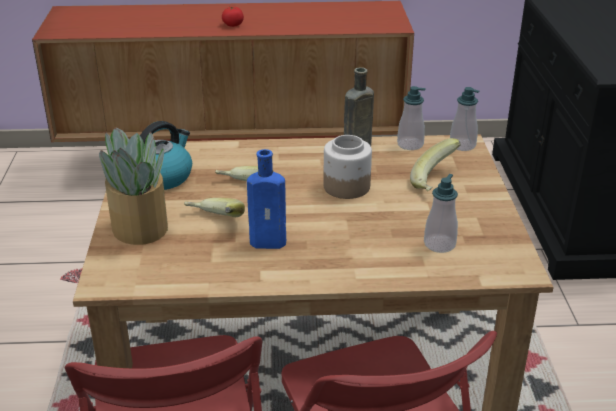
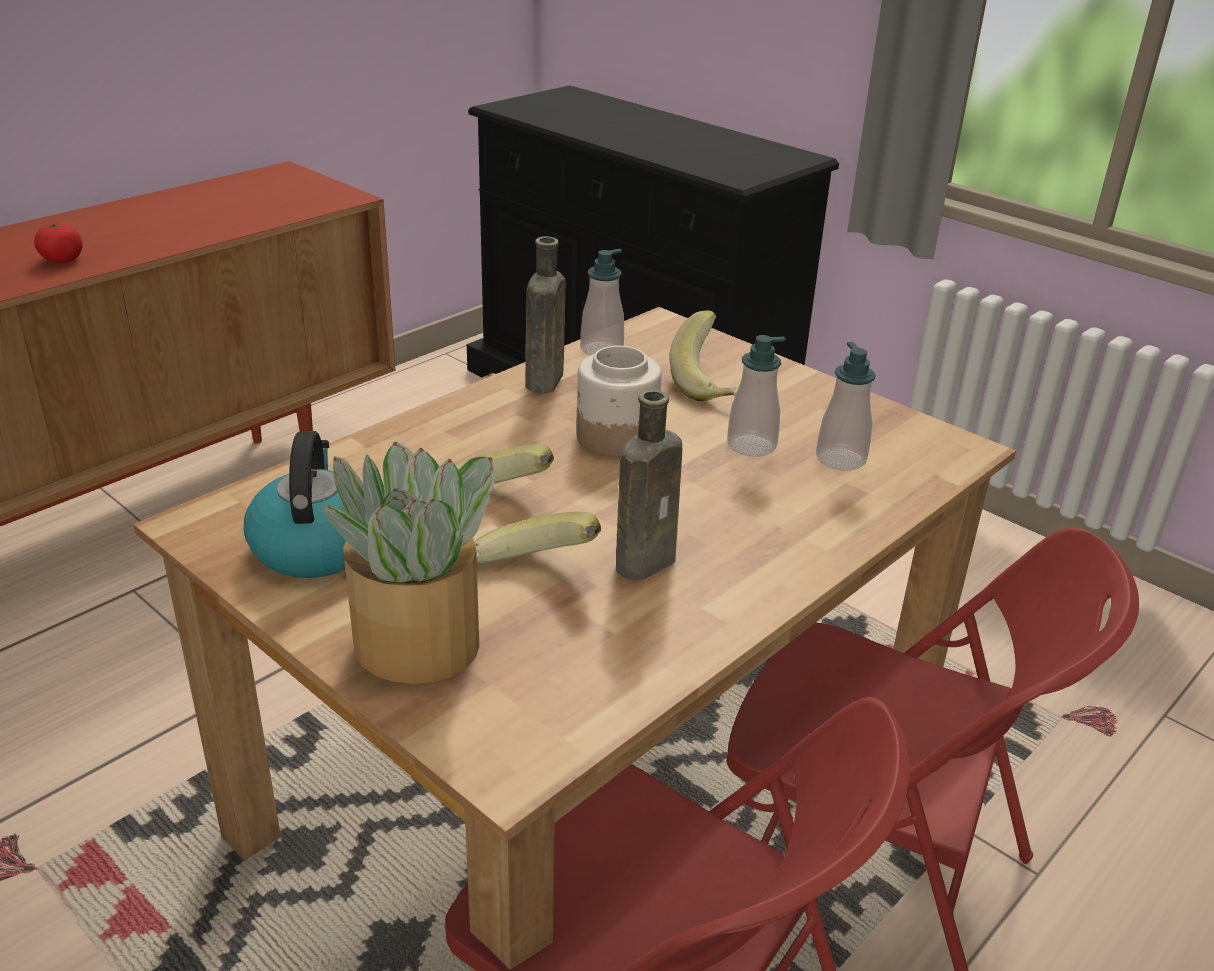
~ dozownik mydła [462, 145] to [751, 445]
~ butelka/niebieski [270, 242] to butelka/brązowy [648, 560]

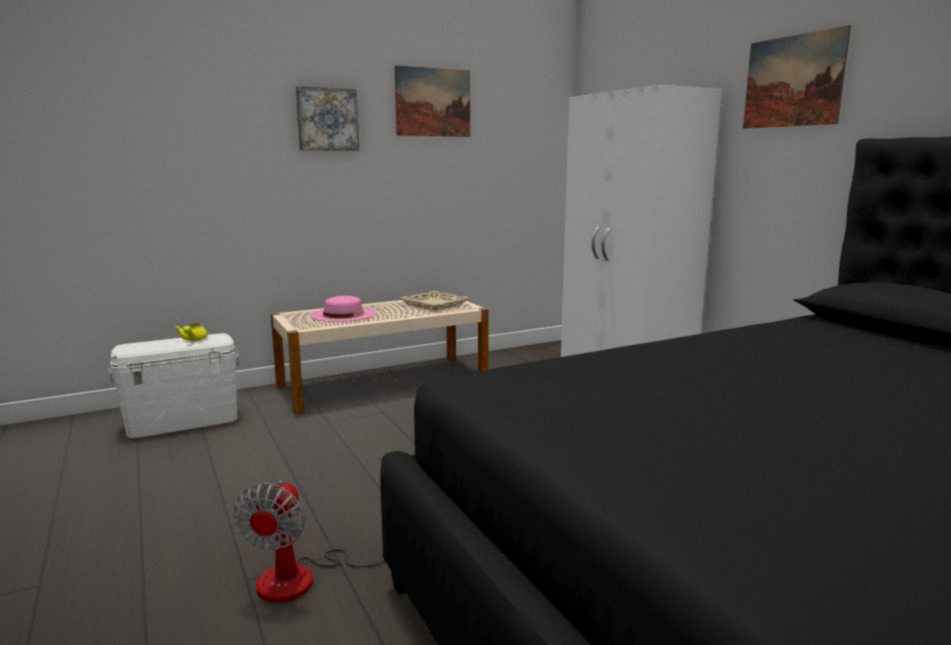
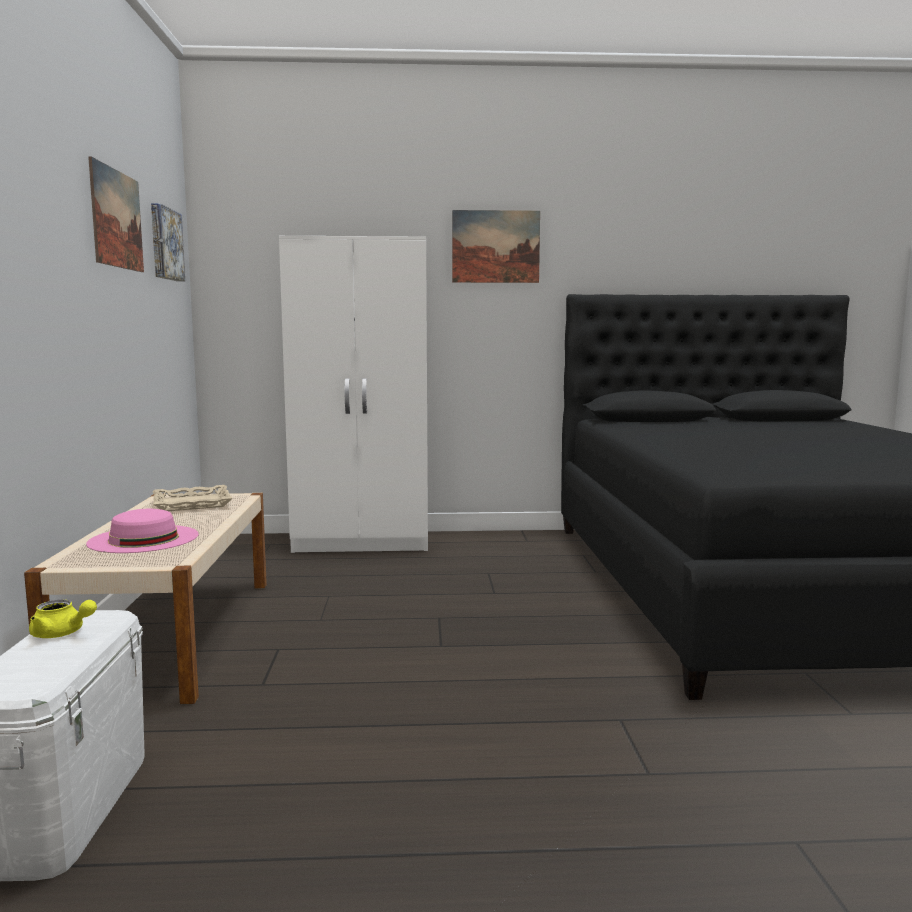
~ obraz [327, 119] to [164, 244]
- wentylator [306, 577]

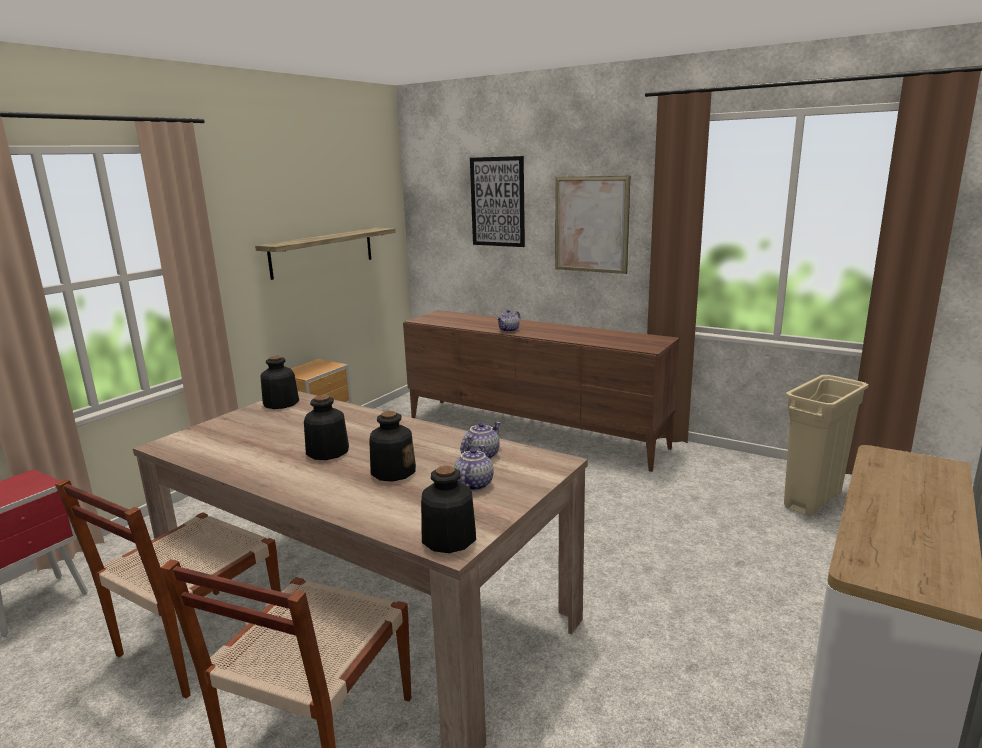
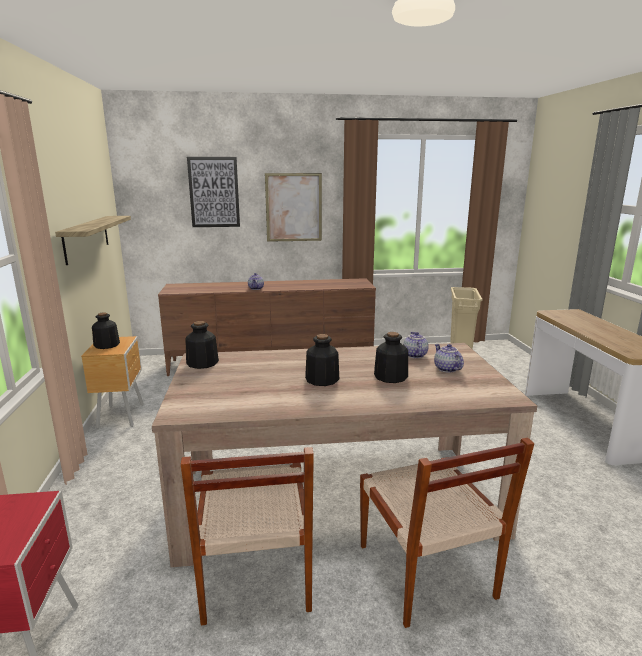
~ butelka [449, 539] to [107, 345]

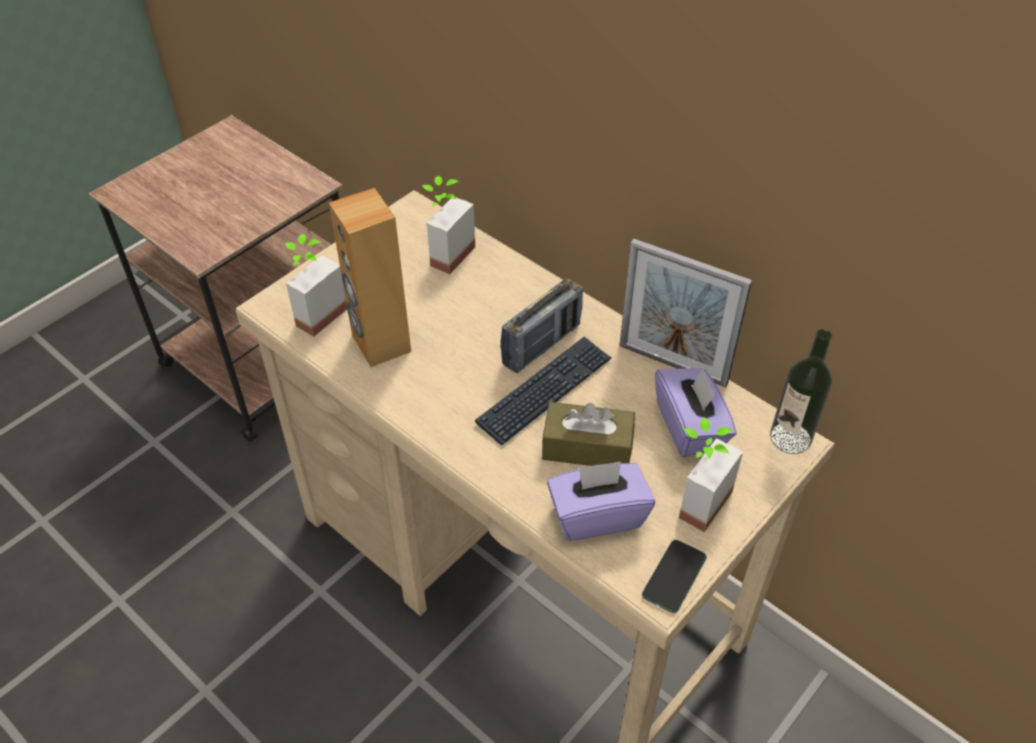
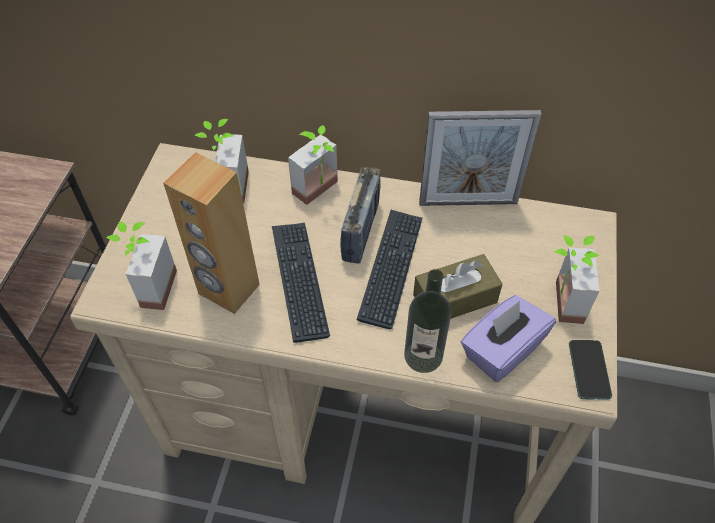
~ butelka [790, 438] to [423, 356]
- pudełko chusteczek/fioletowy [690, 427]
+ roślina doniczkowa [321, 192]
+ klawiatura [299, 281]

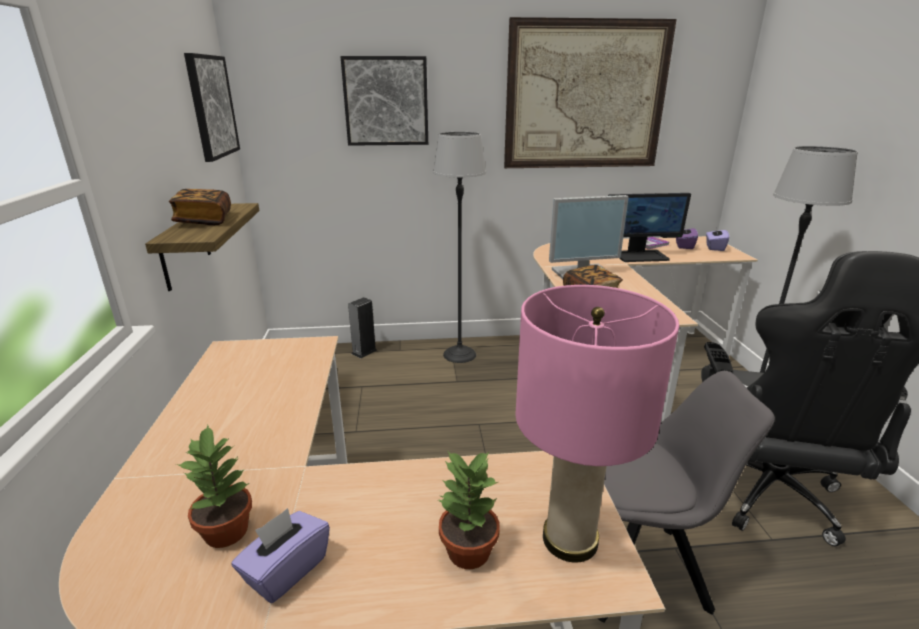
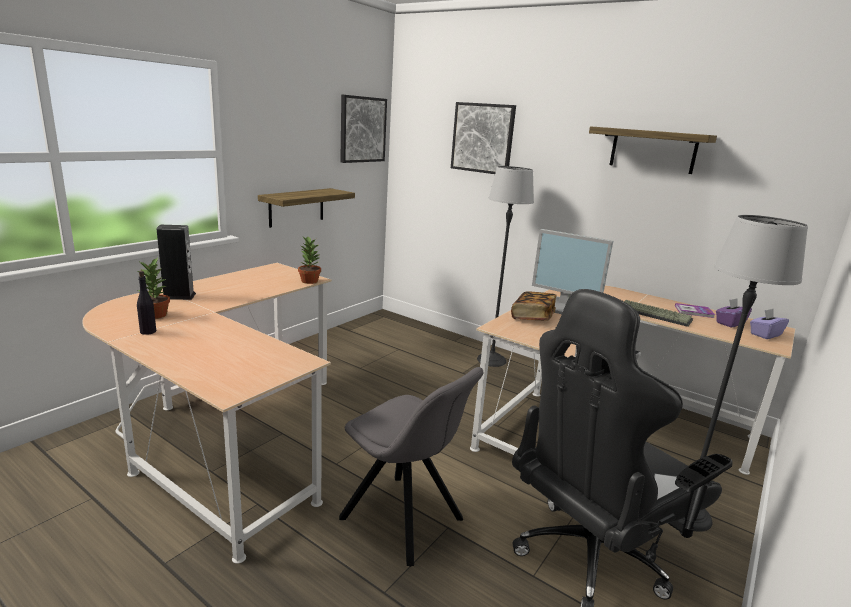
~ obraz [586, 96] to półka [653, 150]
- książka [204, 220]
~ monitor [640, 256] to klawiatura [655, 314]
- lampa stołowa/różowy [569, 540]
~ głośnik [364, 352] to [179, 296]
~ roślina doniczkowa [467, 551] to [309, 281]
~ pudełko chusteczek/fioletowy [286, 570] to butelka/czarny [148, 331]

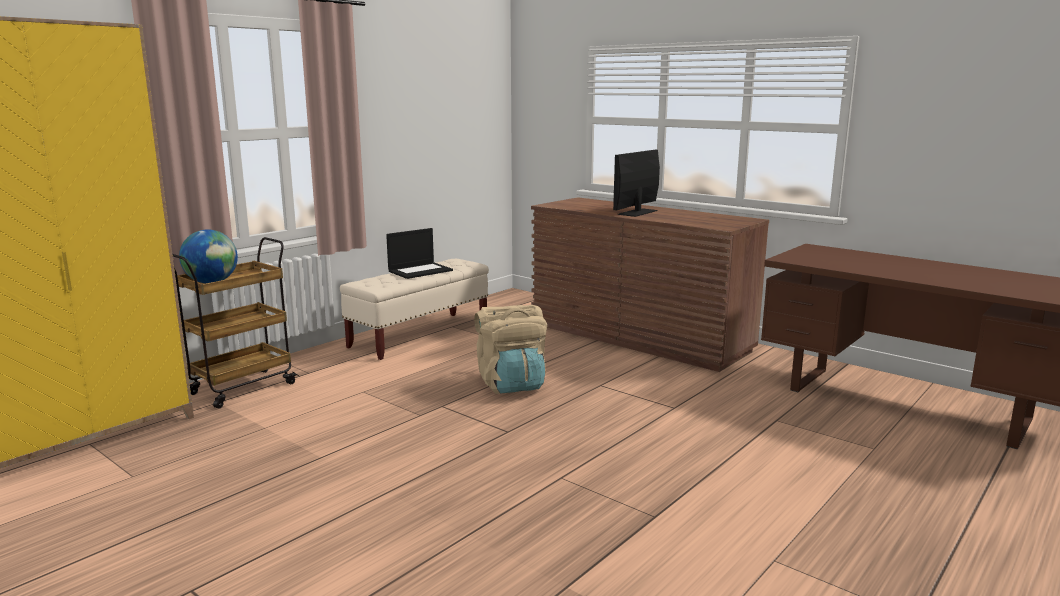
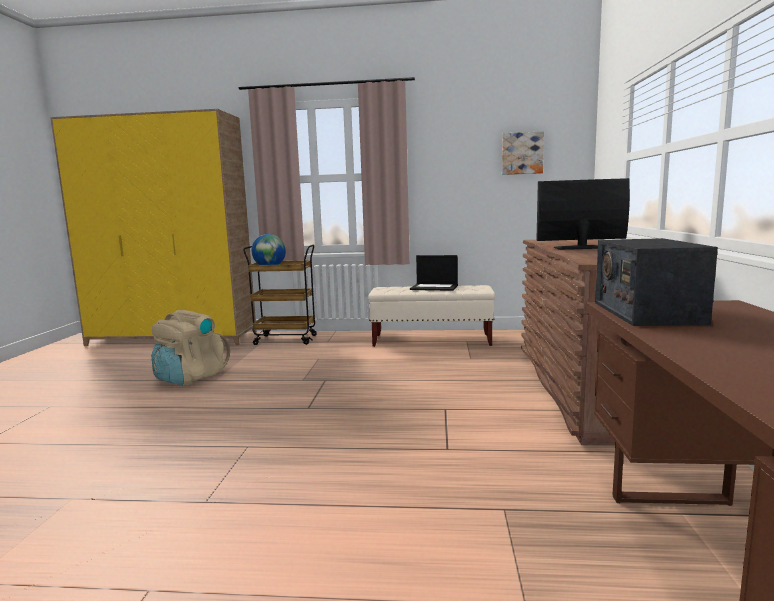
~ plecak/beżowy [511, 384] to [190, 377]
+ obraz [522, 153]
+ radio [646, 312]

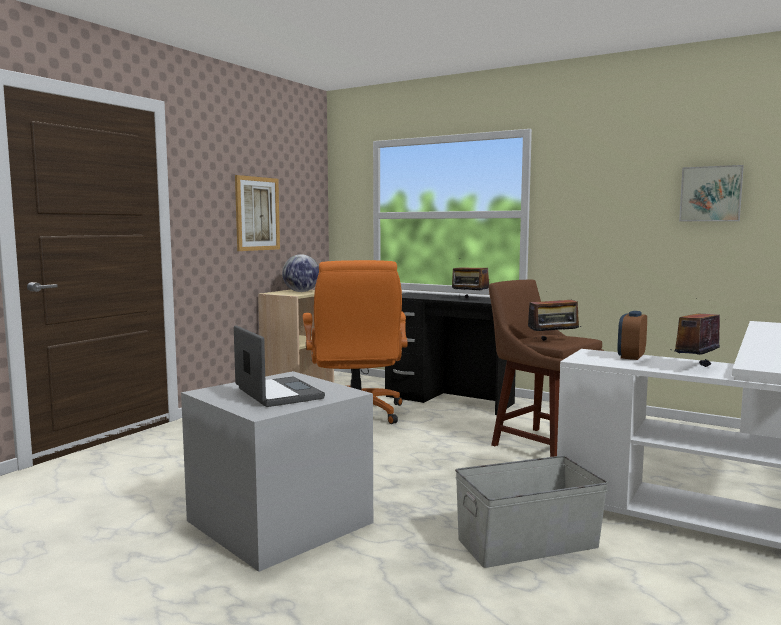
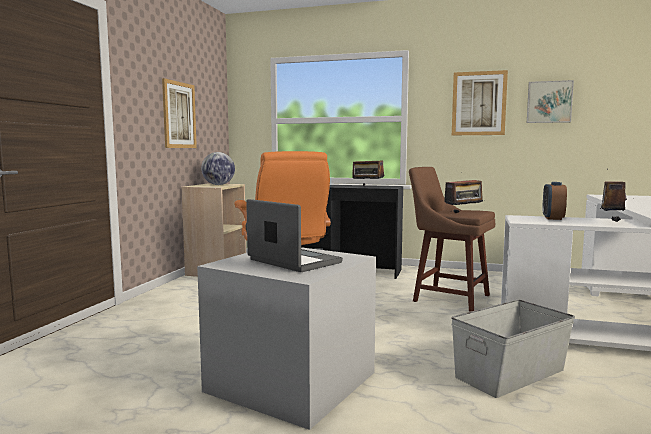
+ obraz [479, 103]

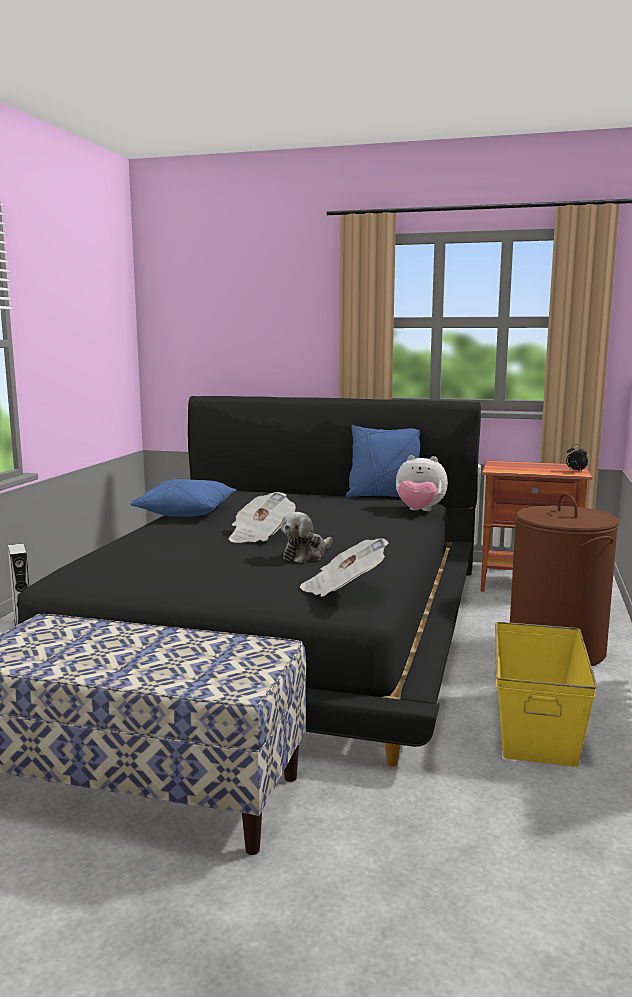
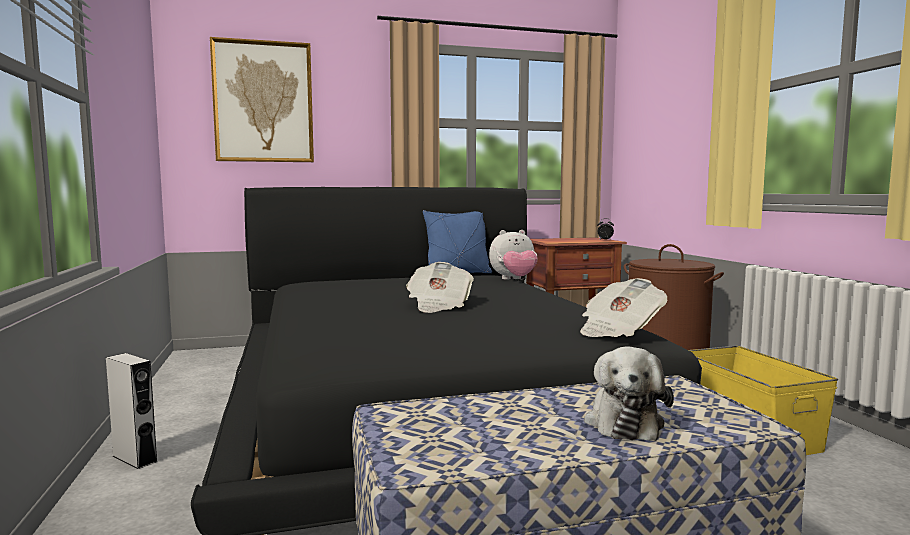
- poduszka/niebieski [186, 512]
~ pluszak [306, 555] to [623, 422]
+ obraz [263, 102]

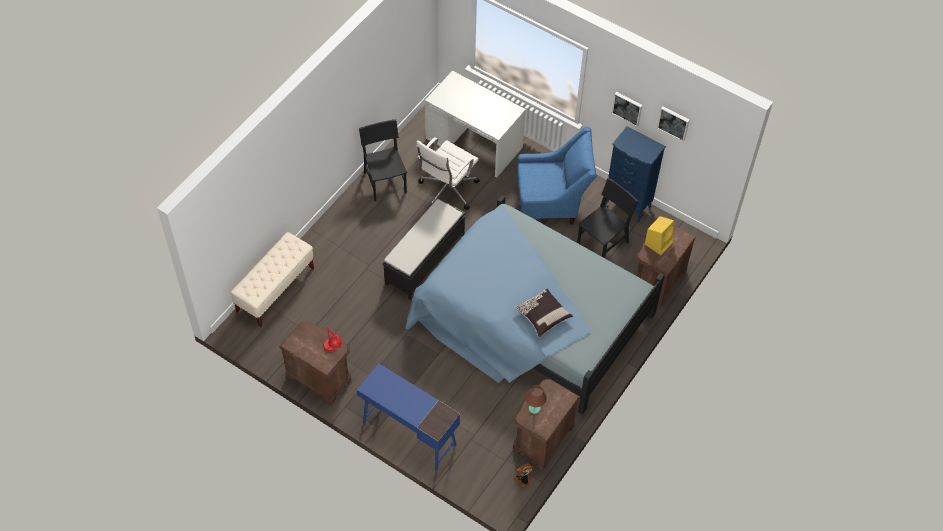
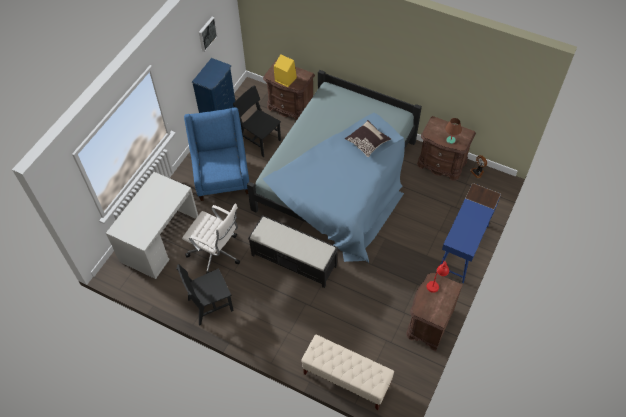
- obraz [627, 108]

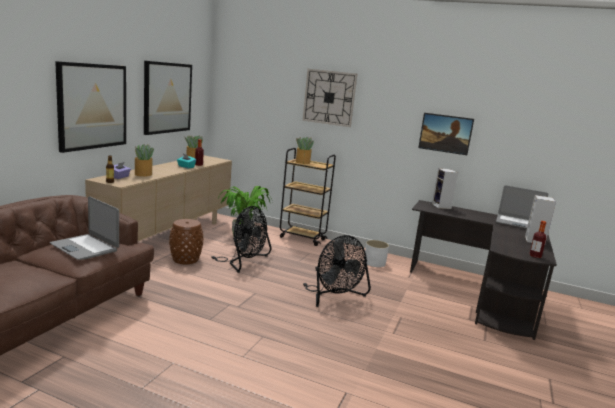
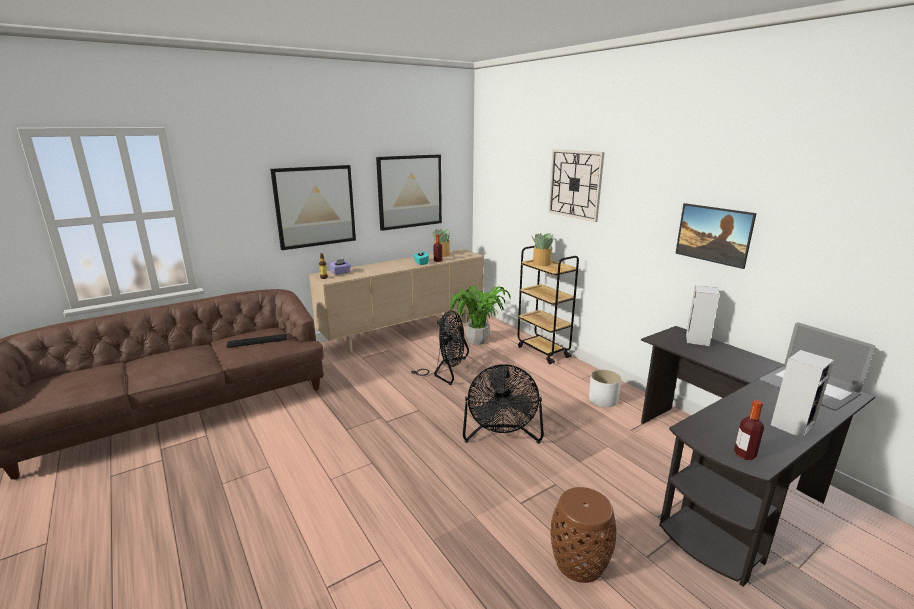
- roślina doniczkowa [143, 174]
~ laptop [85, 247] to klawiatura [257, 340]
~ wentylator/czarny [243, 261] = [446, 370] 45 degrees counterclockwise
~ stołek/brązowy [185, 259] to [578, 562]

